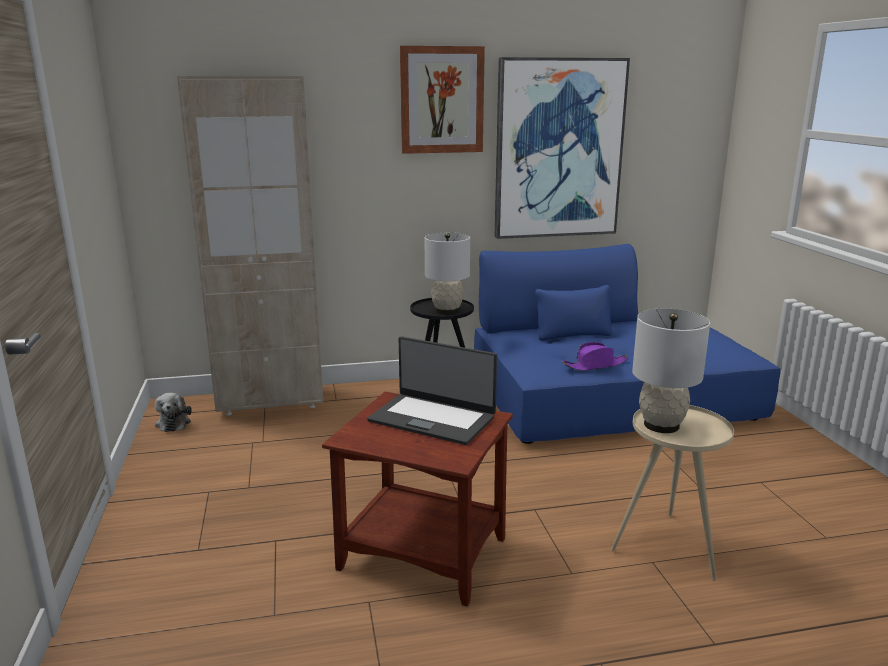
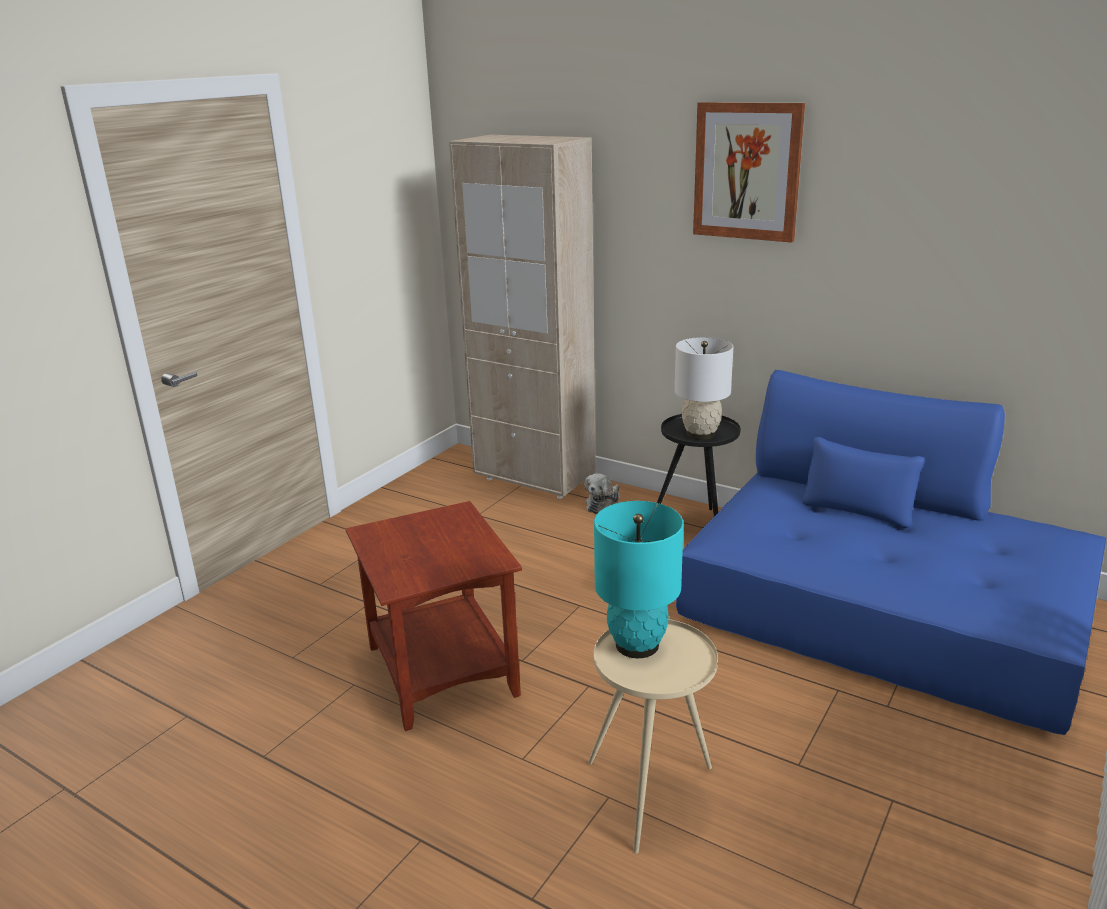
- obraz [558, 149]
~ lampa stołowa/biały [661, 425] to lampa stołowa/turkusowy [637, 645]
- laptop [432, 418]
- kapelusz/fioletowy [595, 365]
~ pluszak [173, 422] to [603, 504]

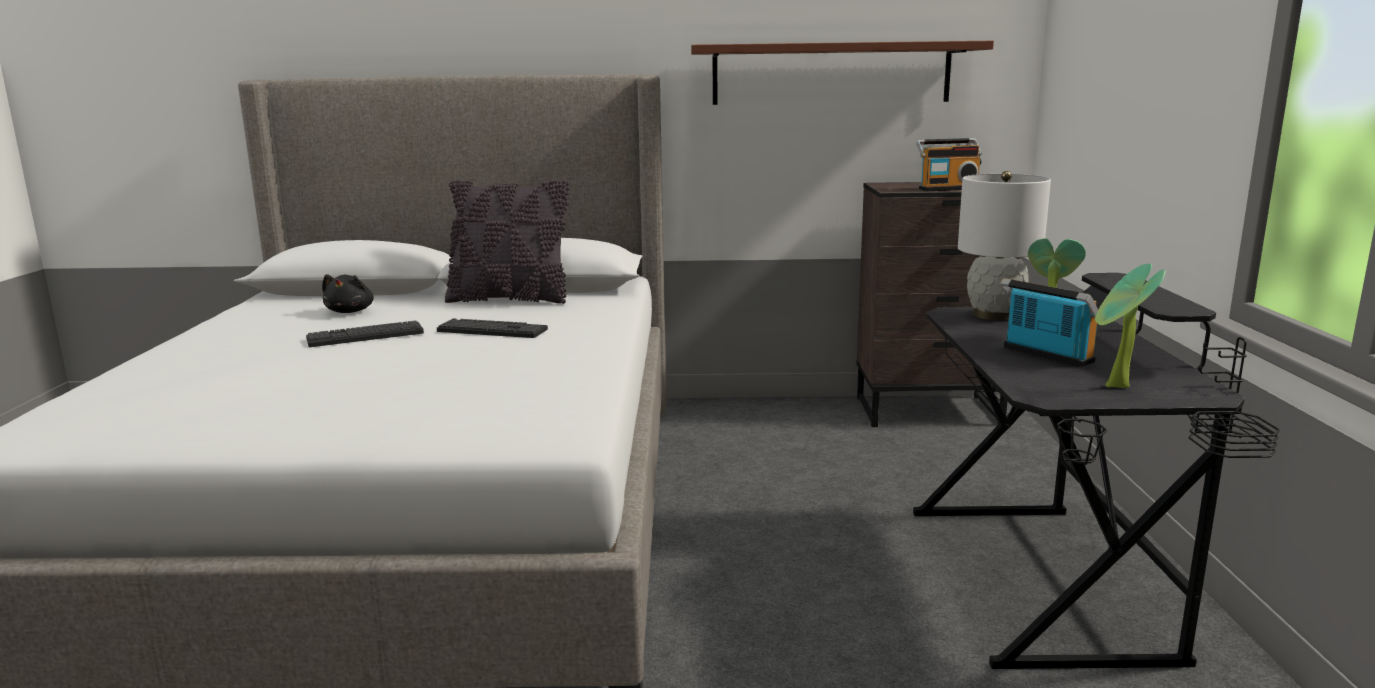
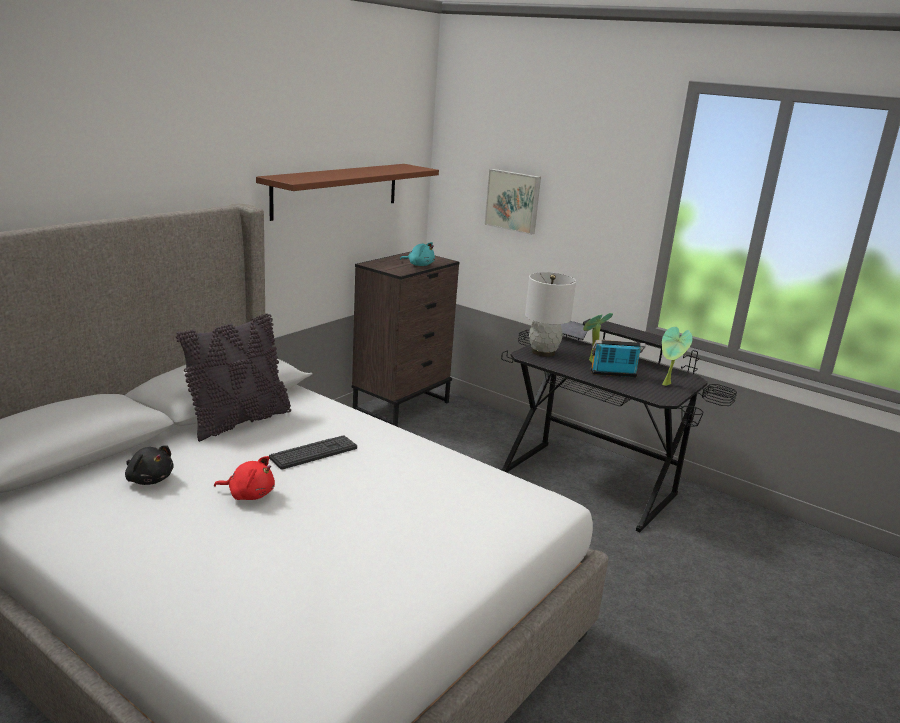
~ radio [947, 189] to pluszak/turkusowy [419, 265]
~ klawiatura [365, 336] to pluszak/czerwony [249, 494]
+ obraz [513, 201]

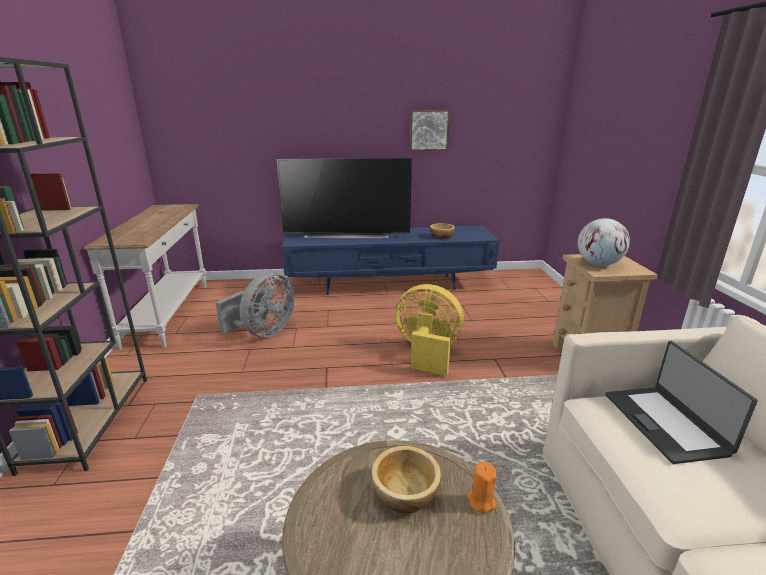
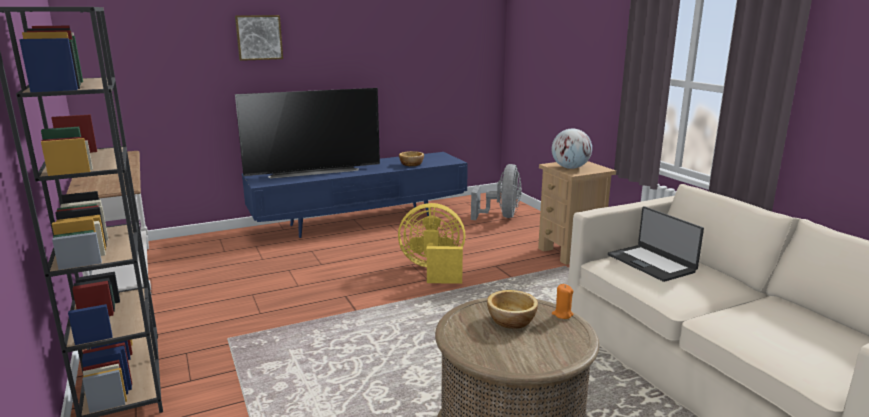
~ obraz [428, 130] to [259, 37]
~ wentylator/szary [264, 332] to [501, 216]

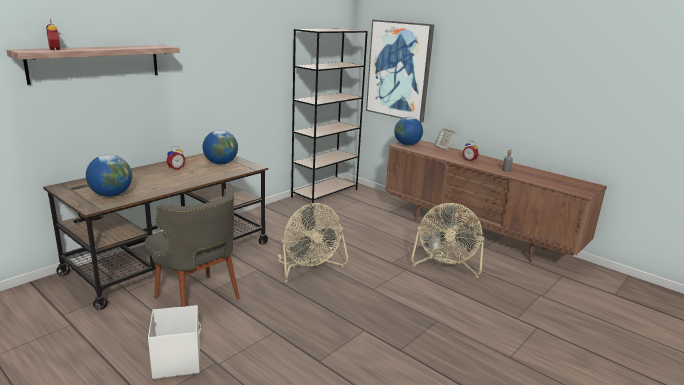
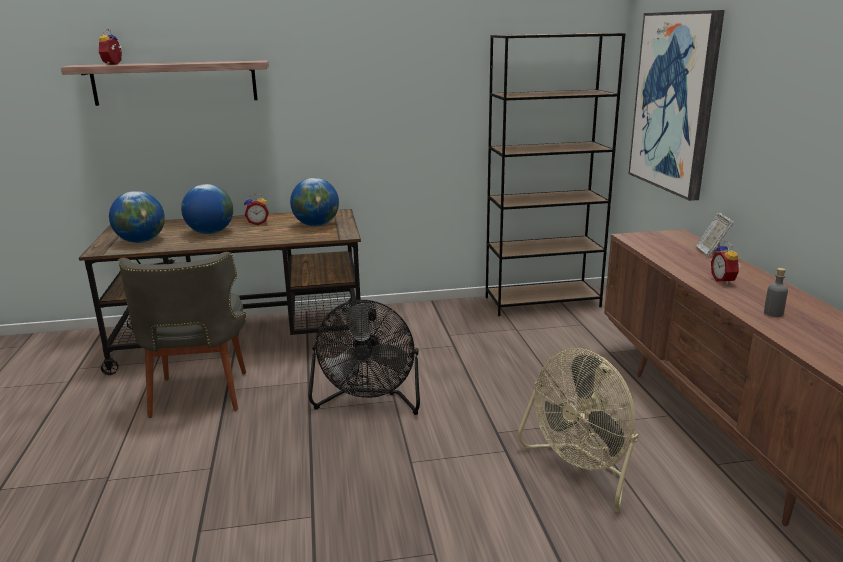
~ globus [407, 144] to [210, 232]
~ wentylator/beżowy [306, 268] to wentylator/czarny [366, 400]
- pojemnik do przechowywania/biały [177, 360]

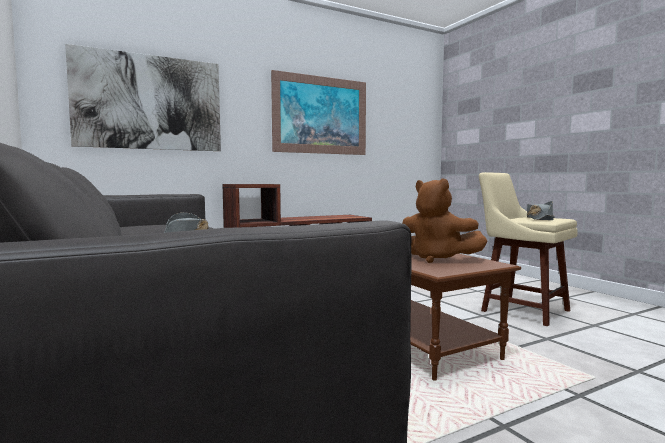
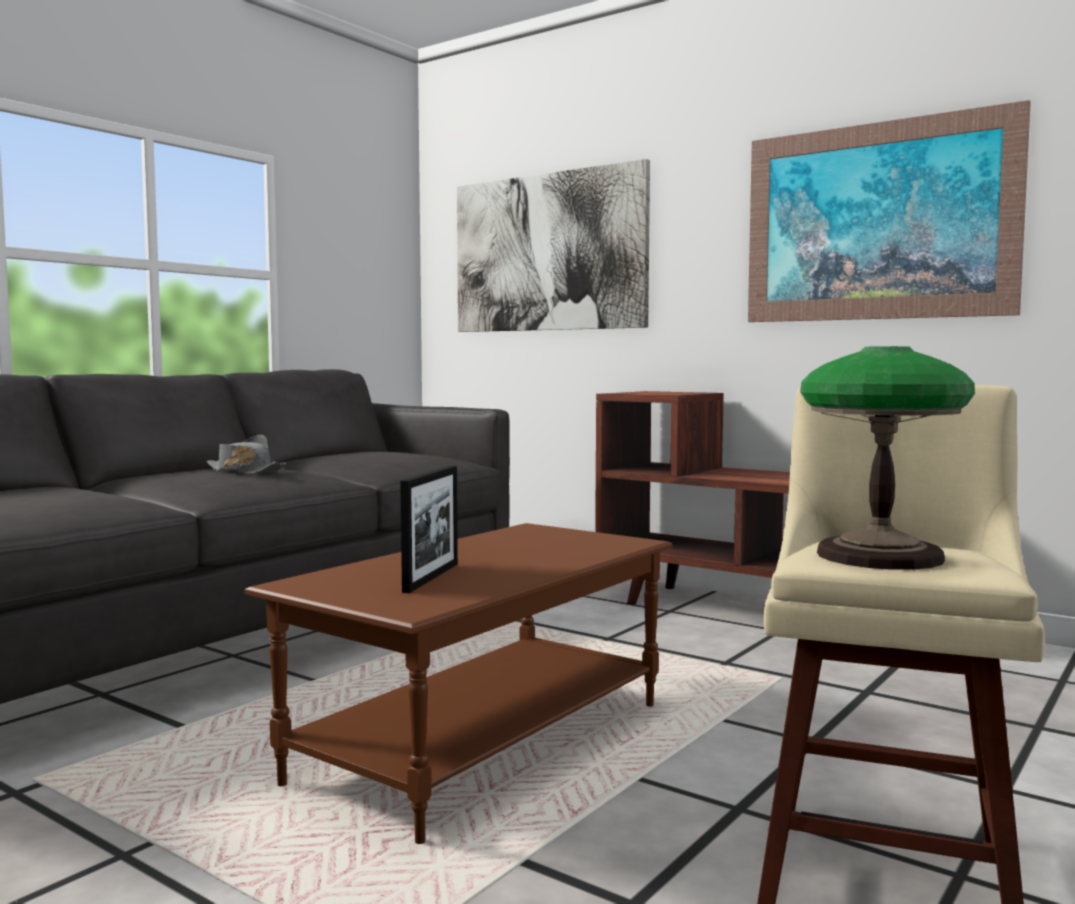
~ pluszak/brązowy [437, 259] to ramka na zdjęcie [431, 577]
~ kapelusz/szary [539, 219] to lampa stołowa [880, 556]

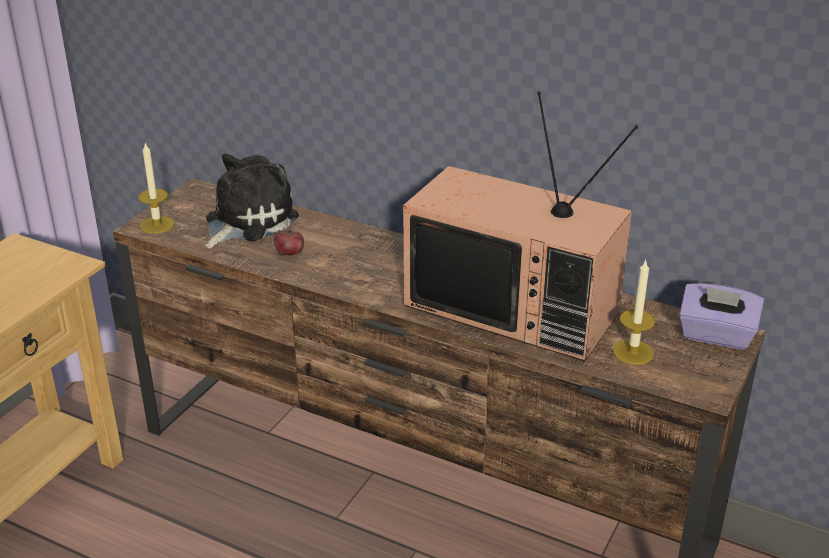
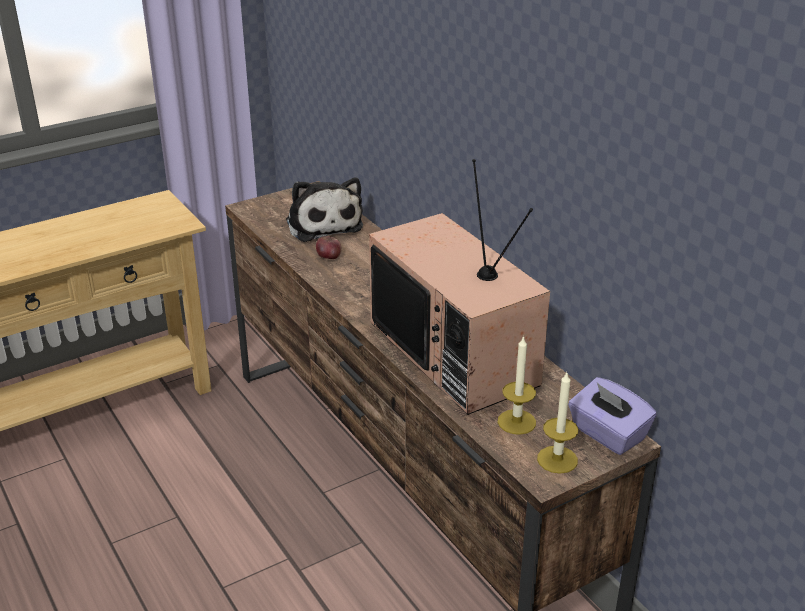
~ świeca [157, 225] to [557, 459]
~ pluszak [247, 221] = [323, 224] 90 degrees clockwise

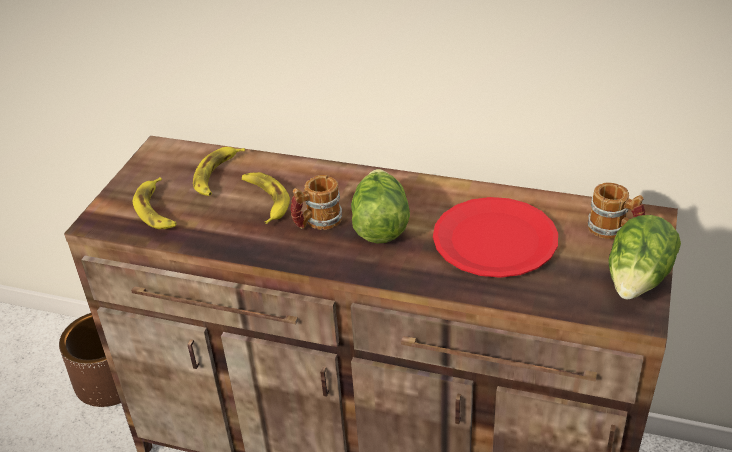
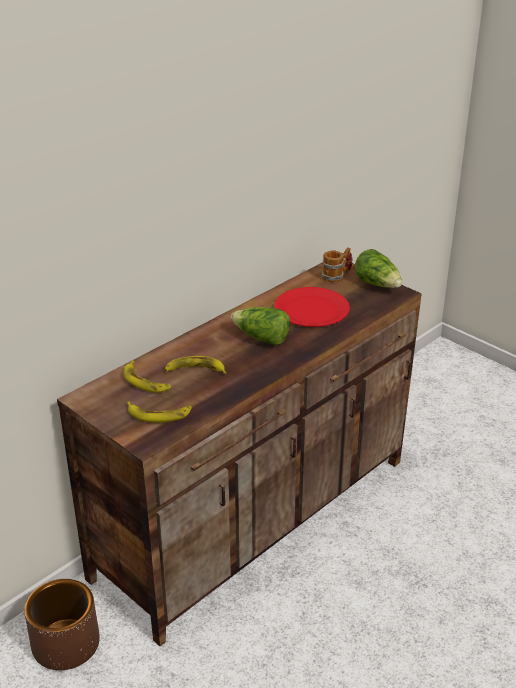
- kubek [317, 222]

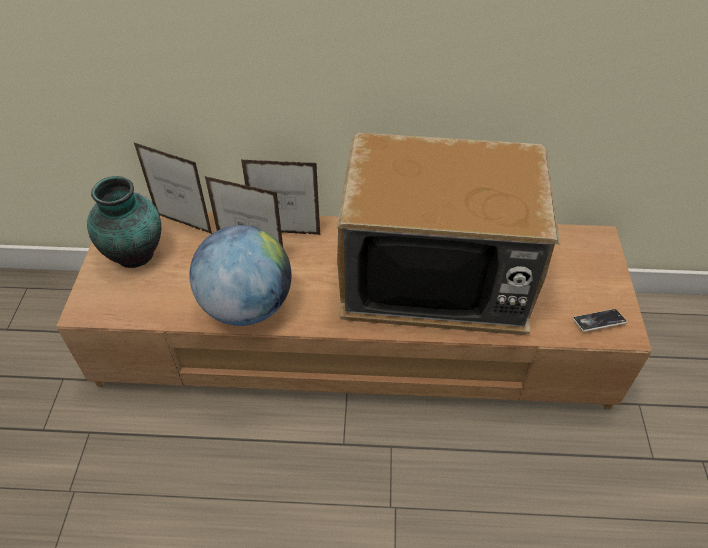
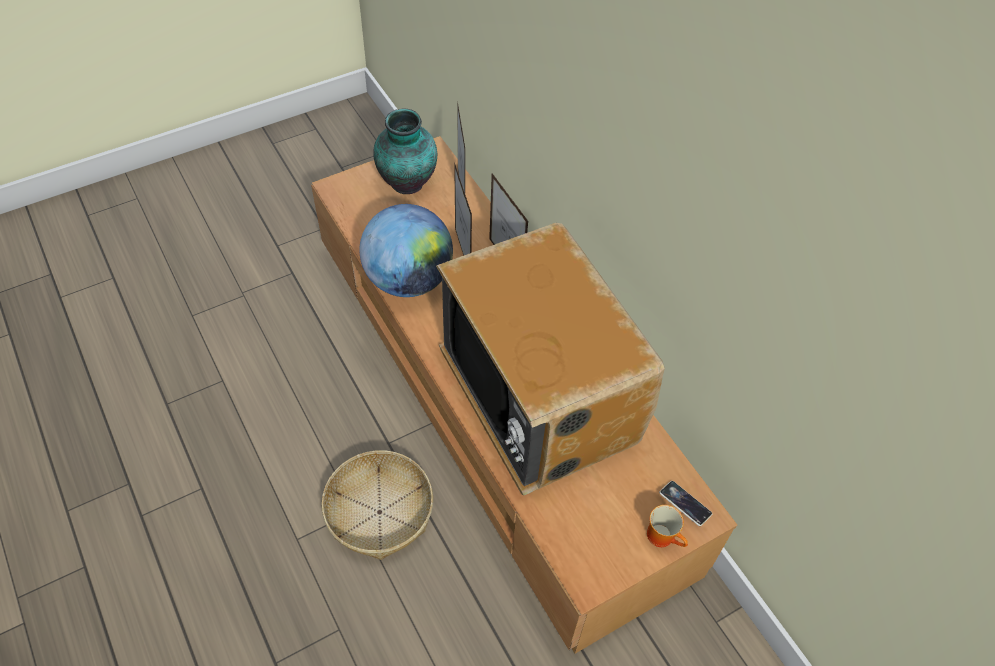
~ telefon [598, 322] to [685, 504]
+ koszyk [380, 512]
+ kubek [664, 536]

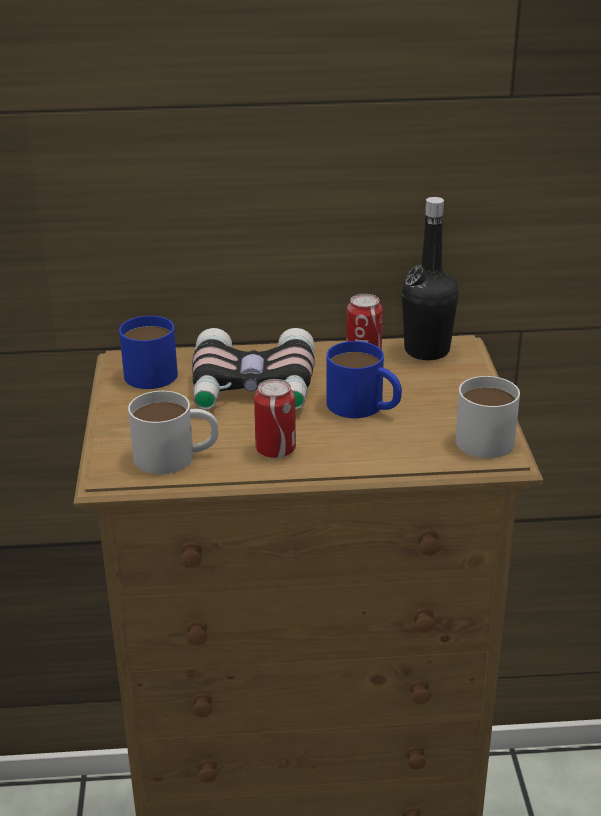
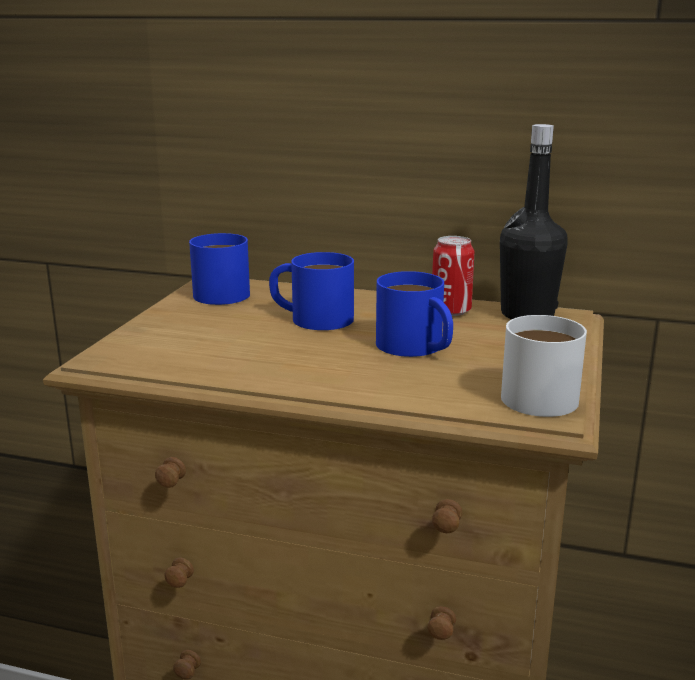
~ lornetka [252, 388] to kubek/niebieski [311, 317]
- puszka [275, 450]
- kubek/biały [176, 456]

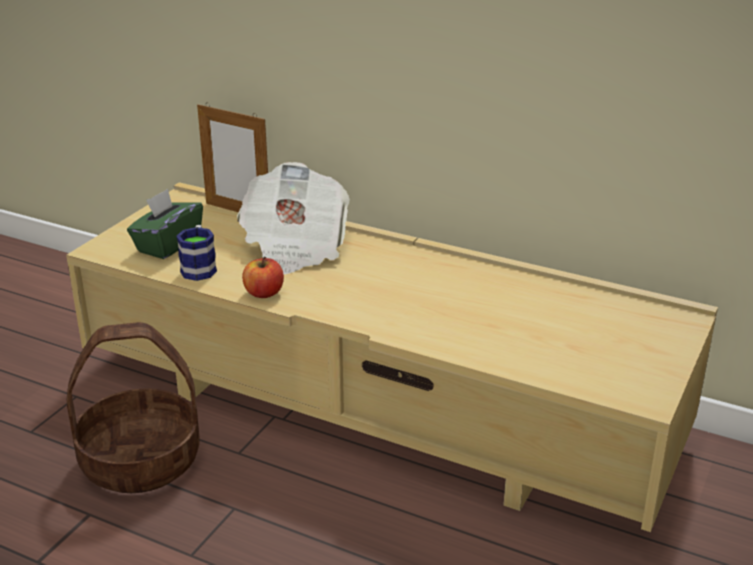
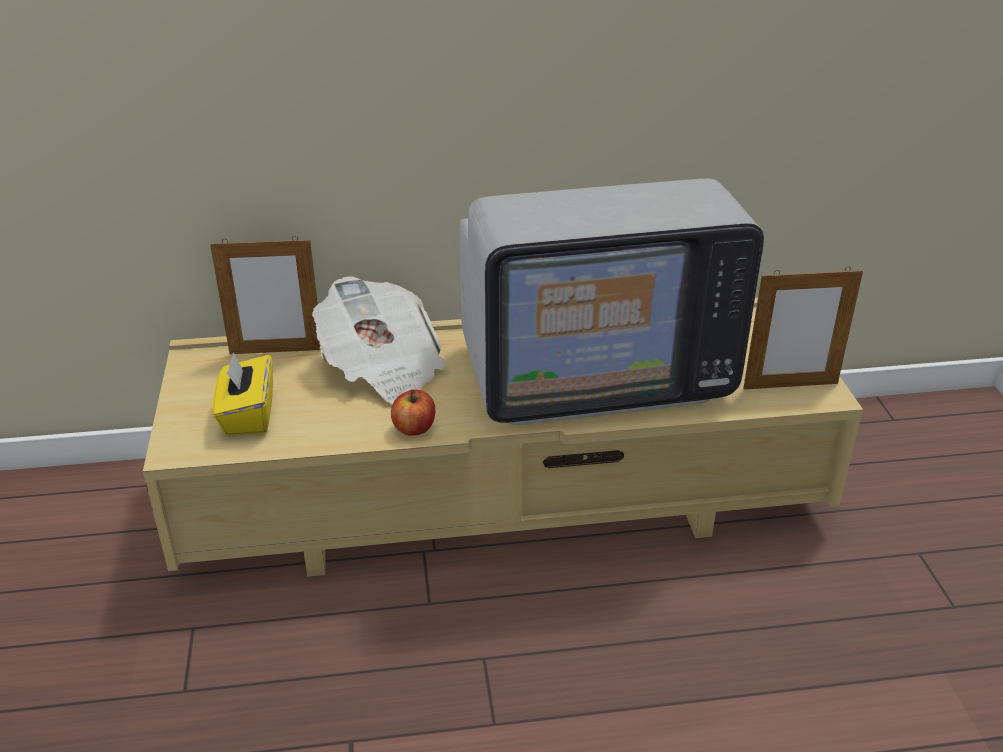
~ pudełko chusteczek/zielony [168, 245] to pudełko chusteczek/żółty [248, 415]
- kubek [199, 267]
- koszyk [141, 460]
+ telewizor [594, 374]
+ ramka na zdjęcie [790, 386]

